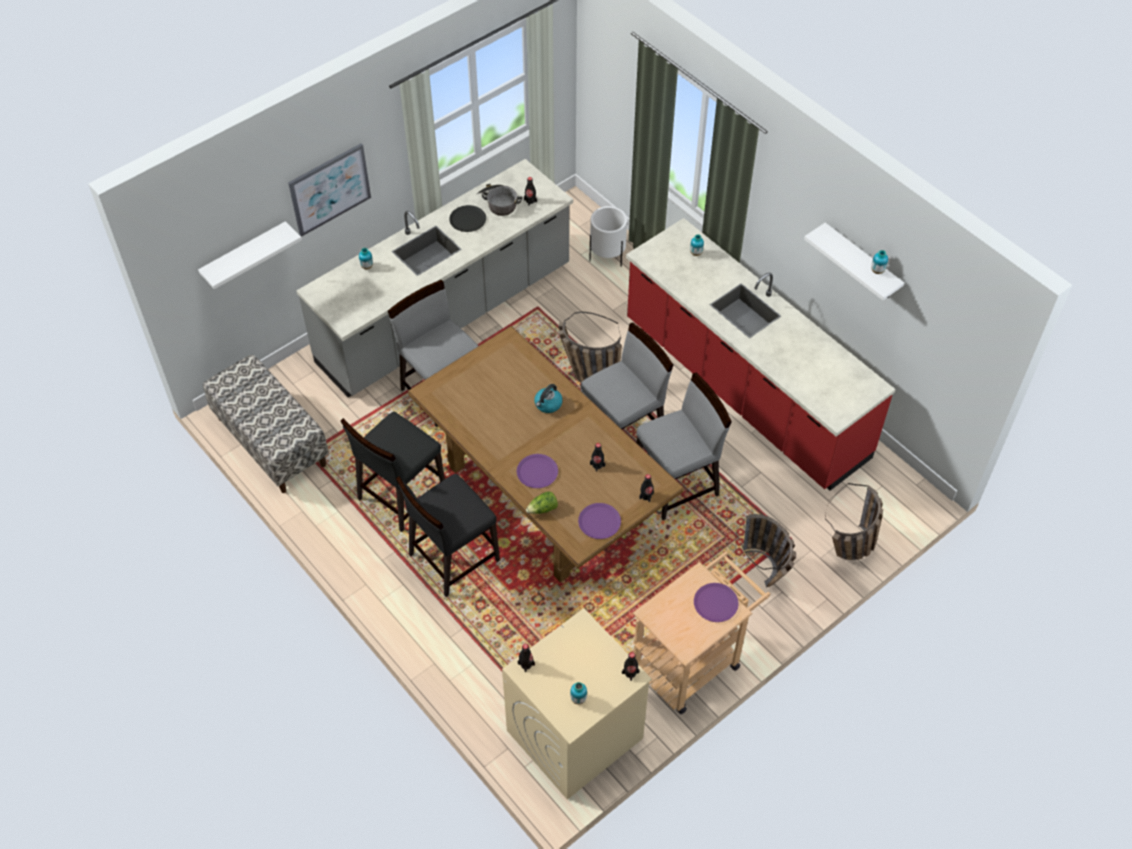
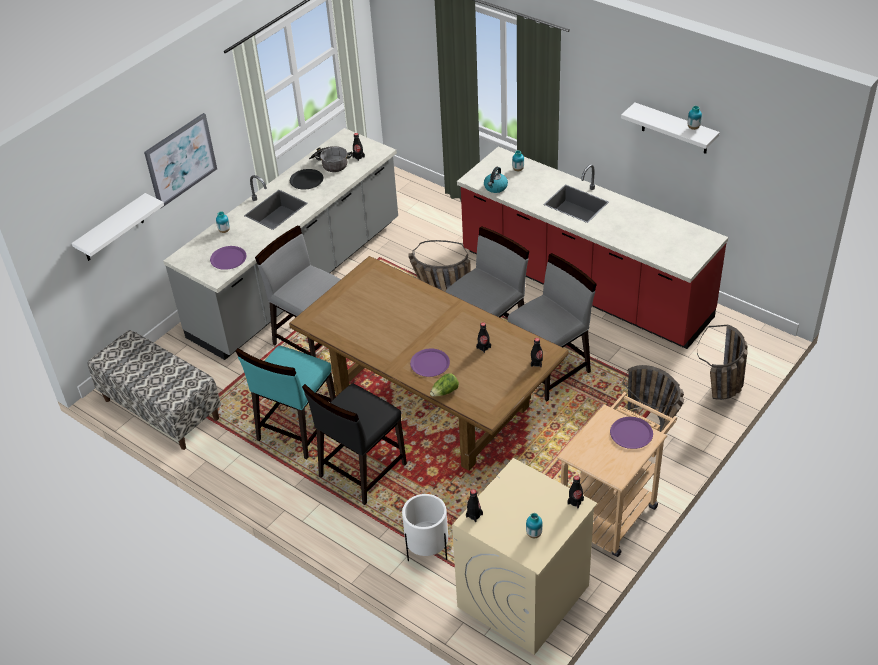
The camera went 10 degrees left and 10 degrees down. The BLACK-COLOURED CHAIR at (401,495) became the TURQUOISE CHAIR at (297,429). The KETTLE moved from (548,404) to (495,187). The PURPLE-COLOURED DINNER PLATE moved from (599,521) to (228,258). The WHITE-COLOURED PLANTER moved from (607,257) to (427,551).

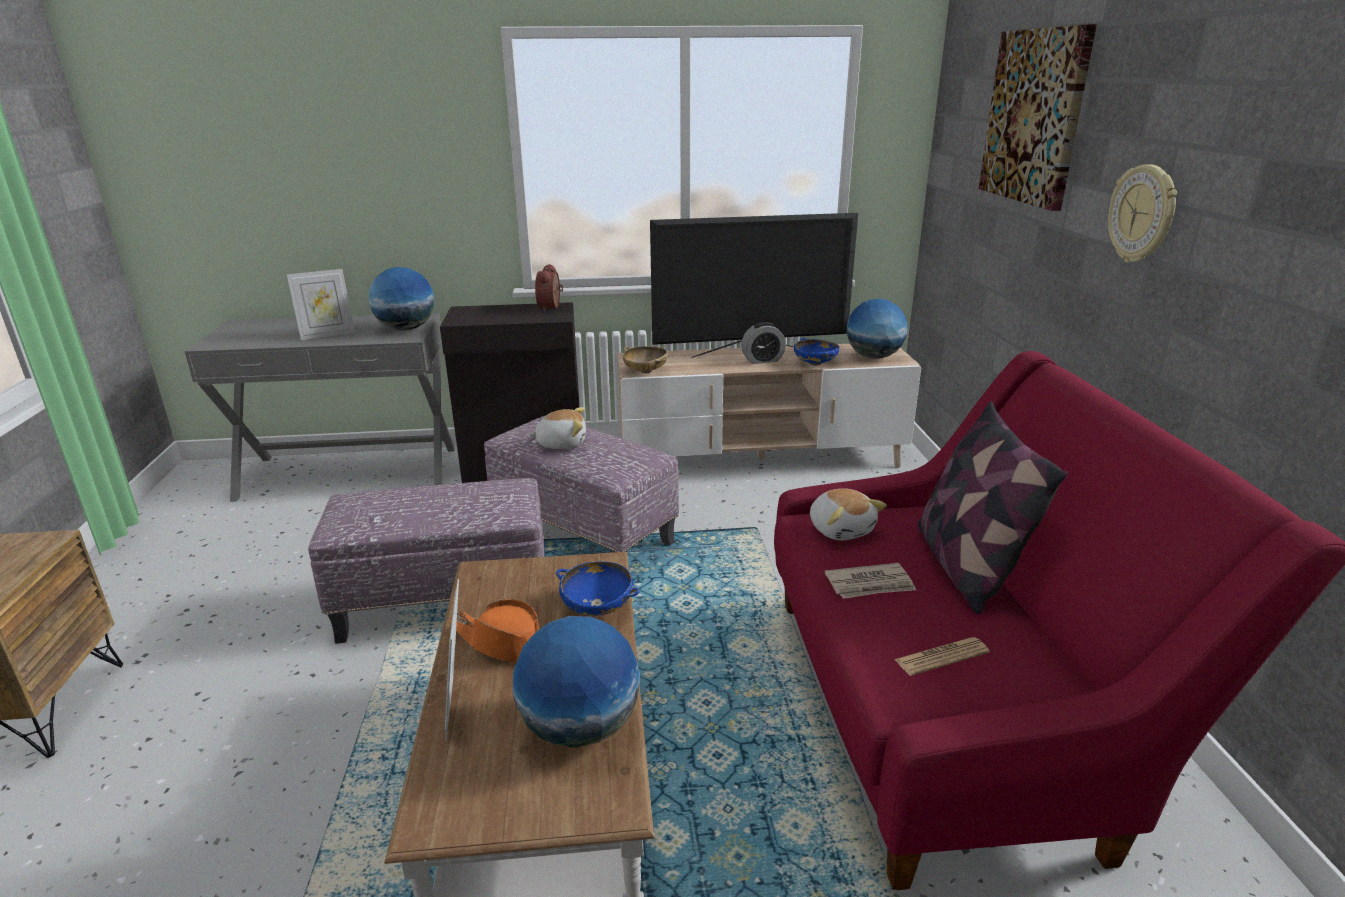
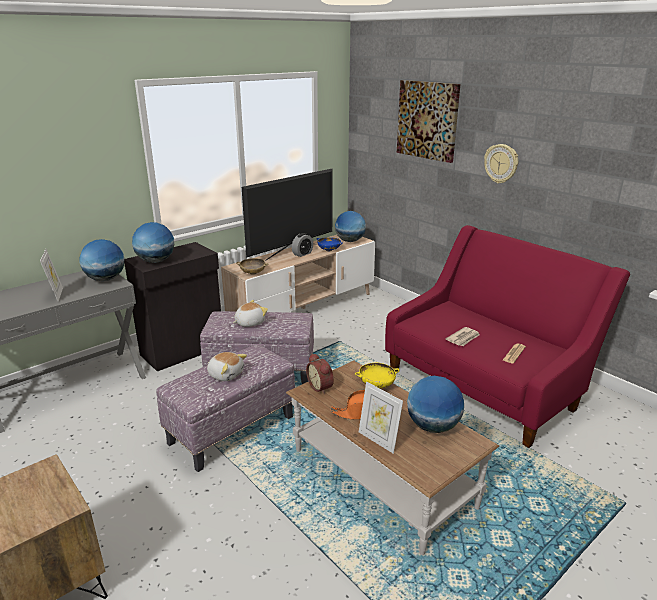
The camera went 35 degrees left and 0 degrees up. The PICTURE FRAME at (327,335) turned 45 degrees counterclockwise. The BEDSIDE CLOCK moved from (551,308) to (321,387). The BLUE BOWL at (597,607) became the YELLOW-COLOURED BOWL at (376,385). The SOFT TOY moved from (841,529) to (226,374). The THROW PILLOW at (966,566) disappeared. The WORLD GLOBE at (155,261) appeared.

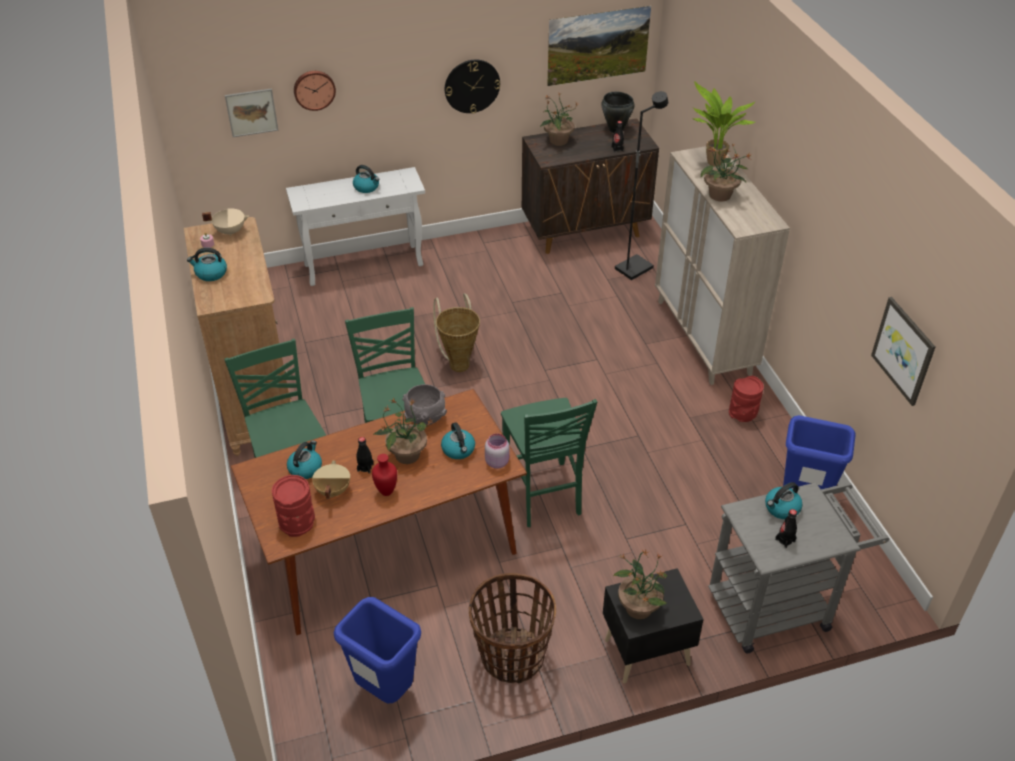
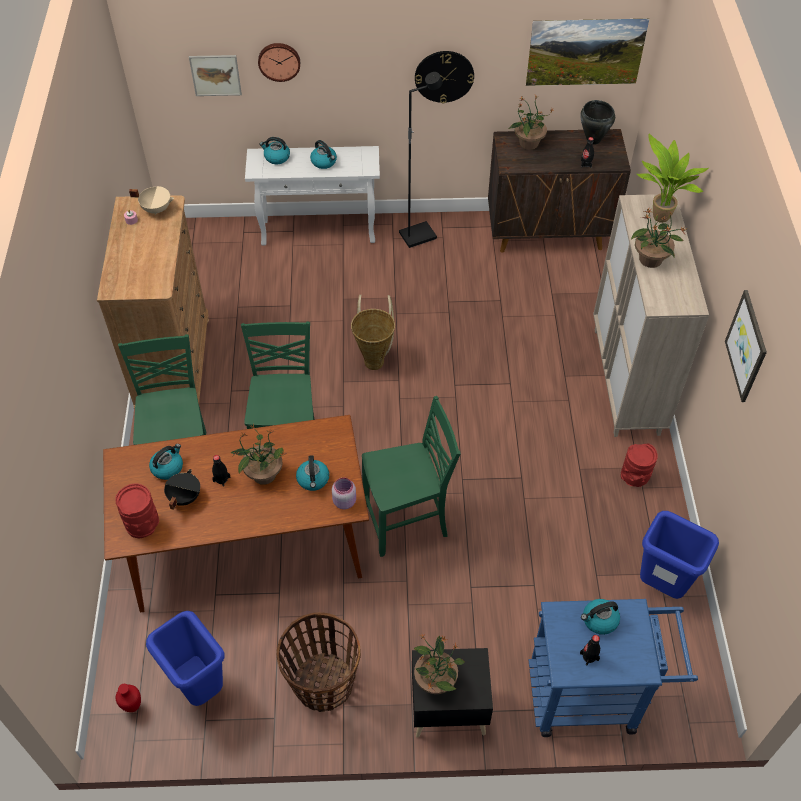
The camera went 15 degrees right and 10 degrees up. The KETTLE moved from (210,273) to (276,157). The BEIGE-COLOURED SAUCEPOT at (332,490) became the BLACK-COLOURED SAUCEPOT at (184,497). The REDDISH DECORATIVE VASE moved from (386,492) to (132,707). The GRAY BOWL at (426,418) disappeared. The GREENISH CHAIR at (543,495) turned 105 degrees counterclockwise. The BLACK-COLOURED FLOOR LAMP moved from (633,268) to (417,235). The GRAY CART at (779,606) became the BLUE CART at (594,695). The PICTURE moved from (904,350) to (747,346).

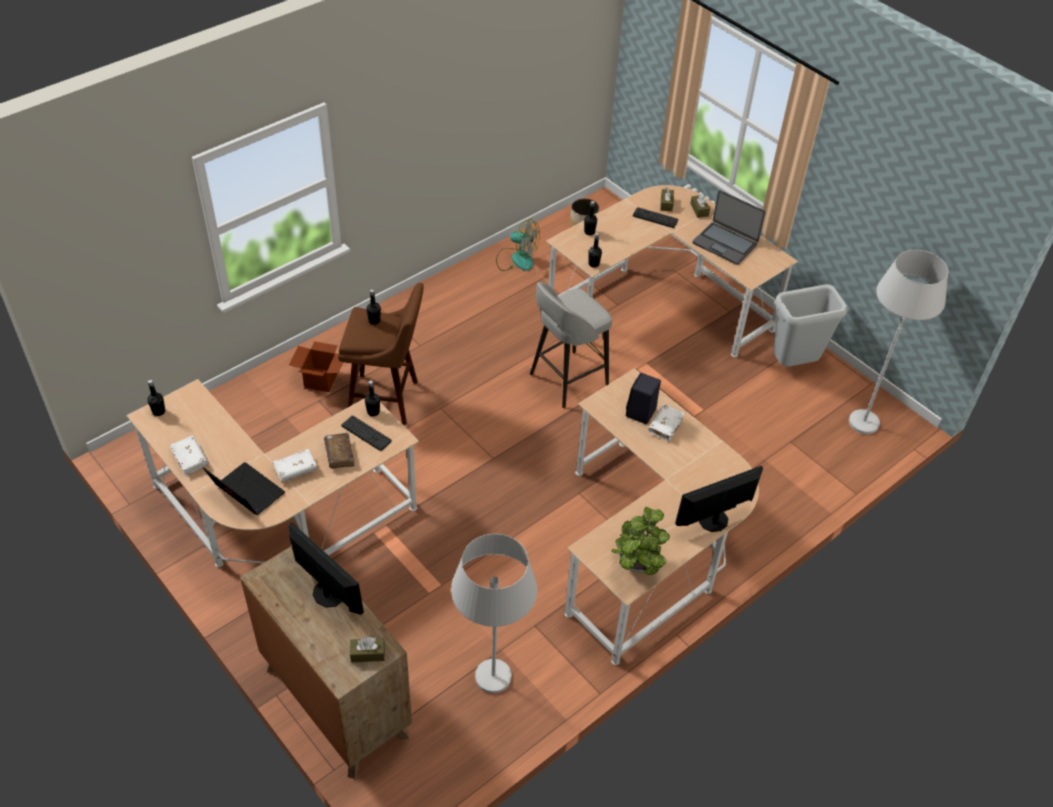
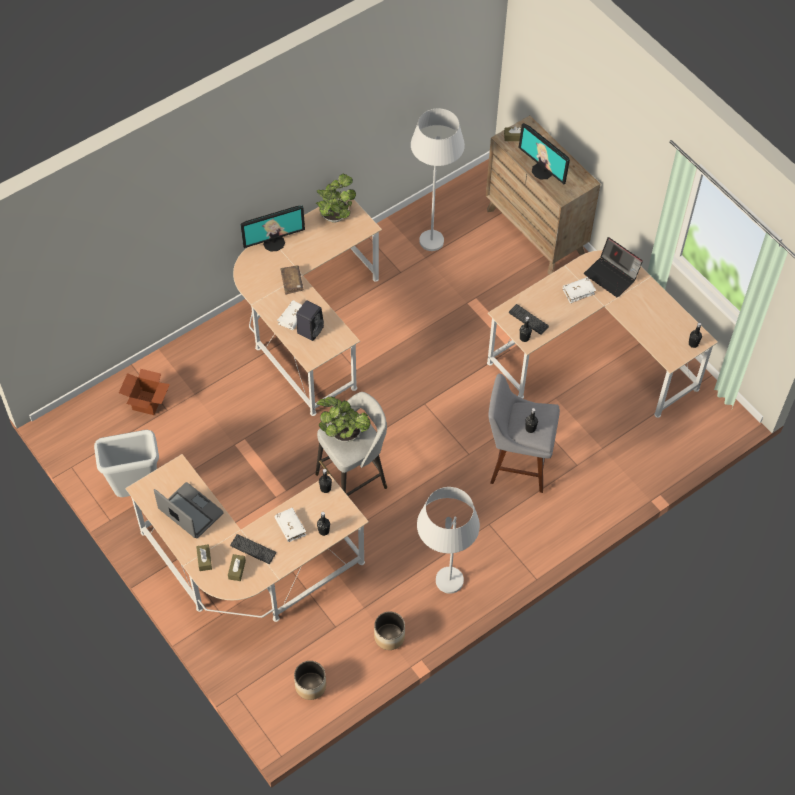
The camera went 175 degrees left and 10 degrees up. The WHITE-COLOURED VOLUME moved from (190,459) to (290,527). The CARTON moved from (321,380) to (147,402). The BROWN-COLOURED VOLUME moved from (339,454) to (292,282). The BROWN-COLOURED STOOL SEAT at (387,399) became the GRAY STOOL SEAT at (516,464). The ELECTRIC FAN at (516,259) was replaced by the PLANTER at (389,637). The WHITE-COLOURED FLOOR LAMP moved from (867,411) to (442,593). The HOUSEPLANT at (343,433) appeared.

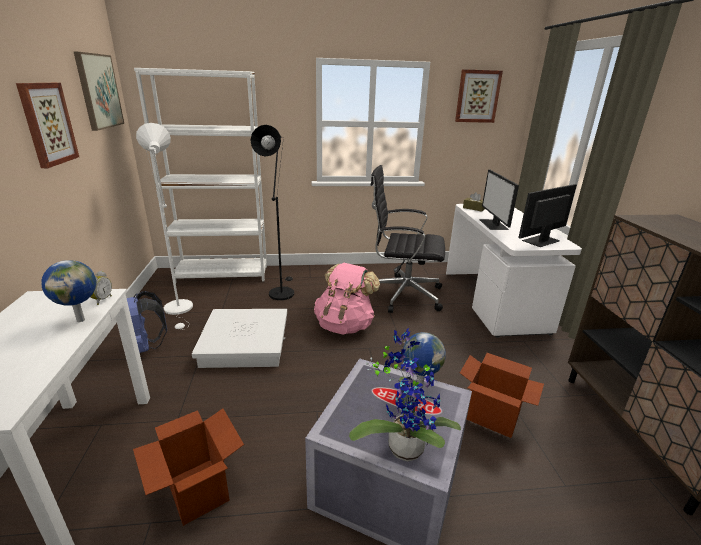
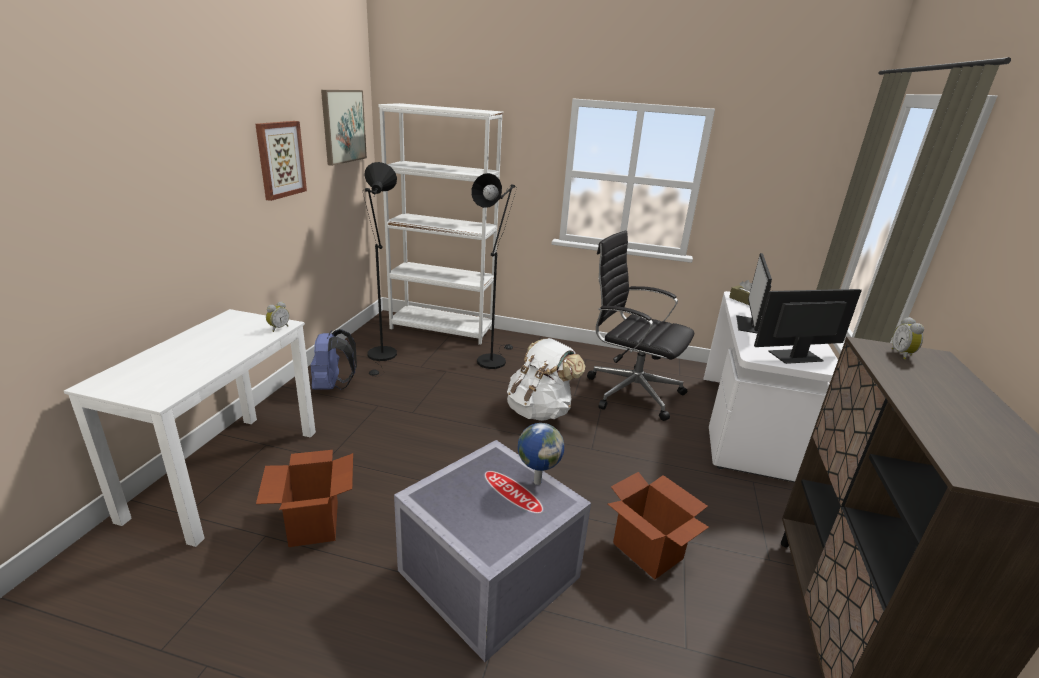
The camera went 20 degrees right and 0 degrees up. The WORLD GLOBE at (81,319) disappeared. The WHITE-COLOURED FLOOR LAMP at (180,310) became the BLACK-COLOURED FLOOR LAMP at (382,357). The WHITE-COLOURED STORAGE BOX at (245,344) disappeared. The PINK BACKPACK at (345,325) became the WHITE-COLOURED BACKPACK at (540,410). The HOUSEPLANT at (403,444) disappeared. The PICTURE at (477,96) disappeared. The BEDSIDE CLOCK at (902,354) appeared.

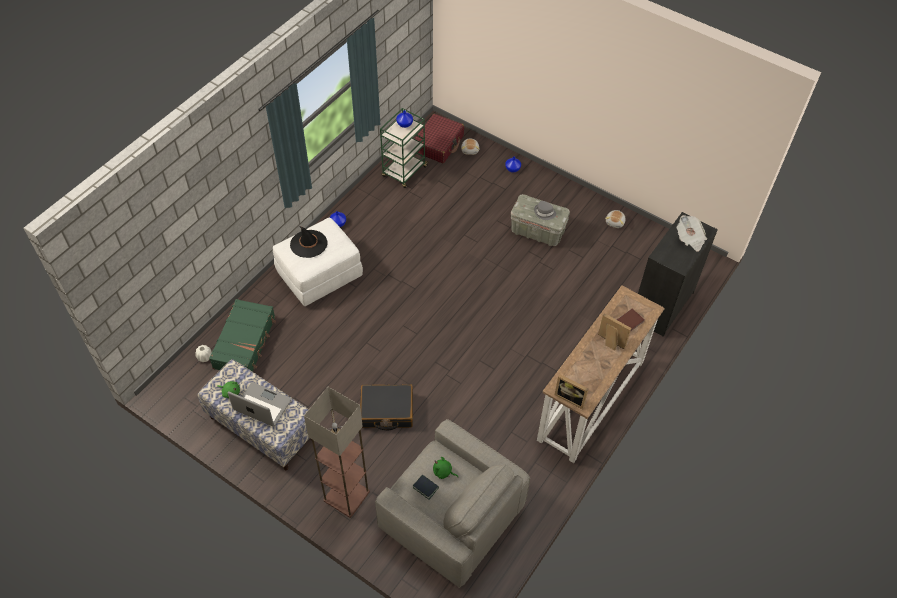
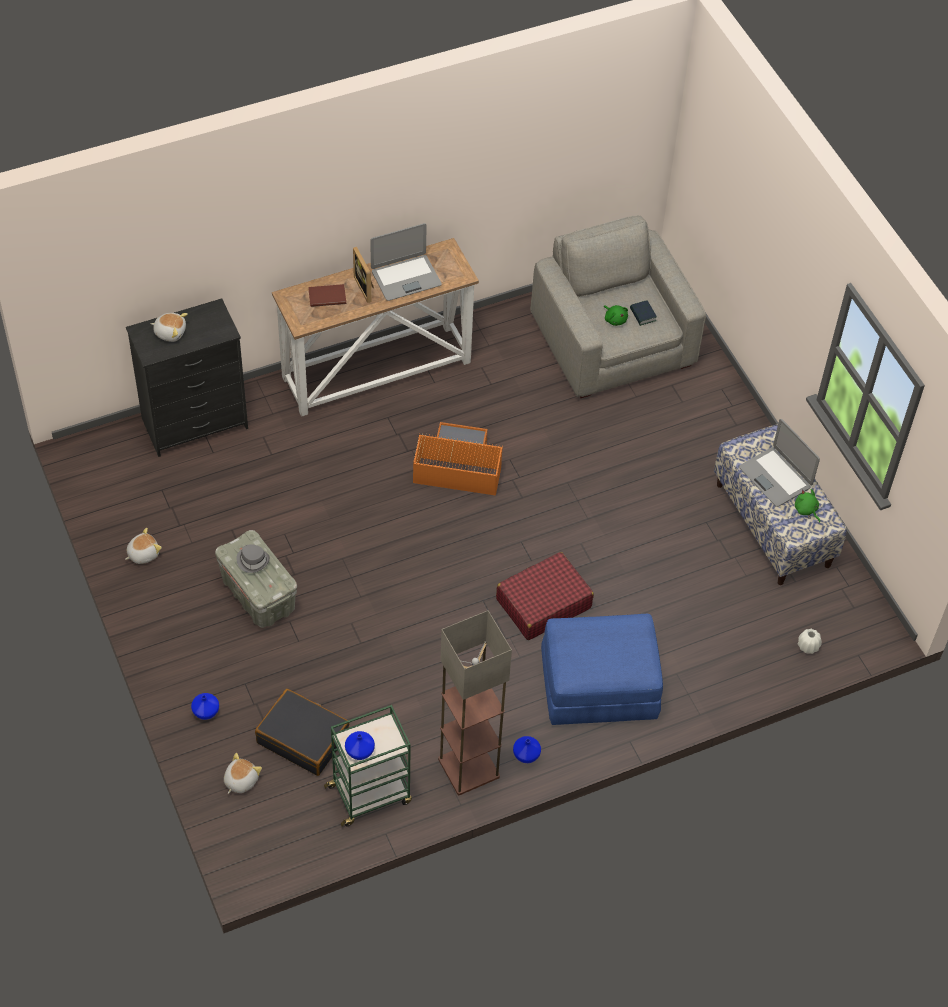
The camera went 150 degrees left and 0 degrees up. The GREENISH TRAVEL CASE at (245,342) disappeared. The WHITE-COLOURED FOOTREST at (319,274) became the BLUE FOOTREST at (598,687). The BLACK-COLOURED WEARABLE HAT at (308,244) disappeared. The FLOOR LAMP moved from (346,495) to (468,769). The BLACK-COLOURED TRAVEL CASE moved from (387,411) to (303,738). The REDDISH TRAVEL CASE moved from (438,144) to (543,603). The PICTURE FRAME at (570,398) disappeared. The PRINTED PAPER at (690,239) was replaced by the SOFT TOY at (170,332). The NOTEBOOK COMPUTER at (406,278) appeared. The ORANGE STORAGE BOX at (457,467) appeared.

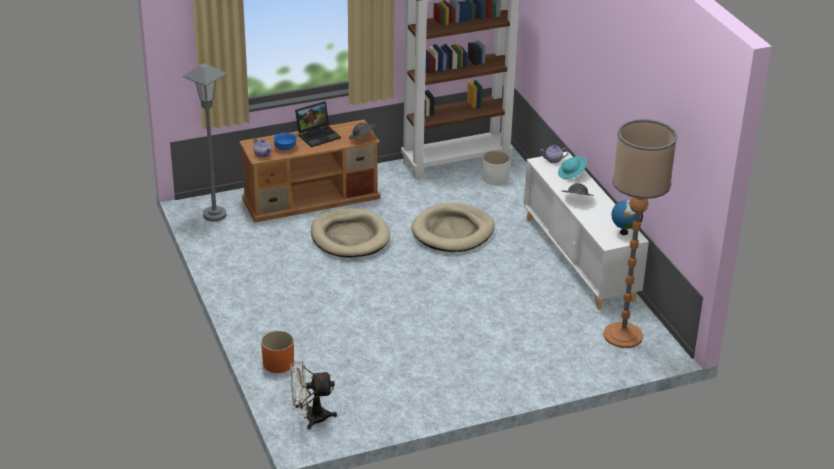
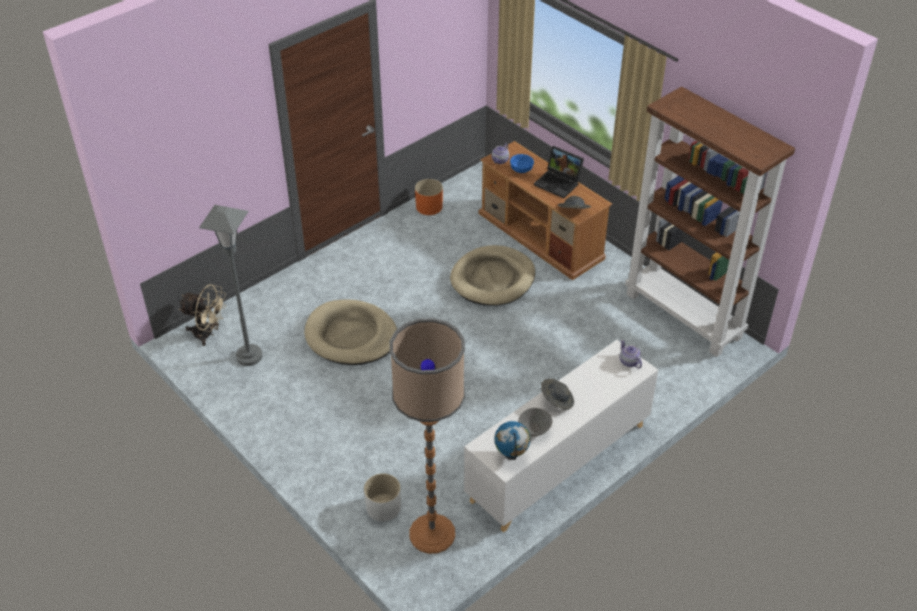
The camera went 70 degrees right and 10 degrees up. The GRAY FLOOR LAMP moved from (214,215) to (249,356). The ORANGE PLANTER moved from (278,363) to (429,207). The BEIGE-COLOURED ELECTRIC FAN at (310,417) turned 135 degrees clockwise. The BEIGE-COLOURED PET BED moved from (453,231) to (351,336). The WHITE-COLOURED PLANTER moved from (495,178) to (383,507). The TURQUOISE WEARABLE HAT at (571,174) disappeared. The GRAY BOWL at (534,430) appeared.

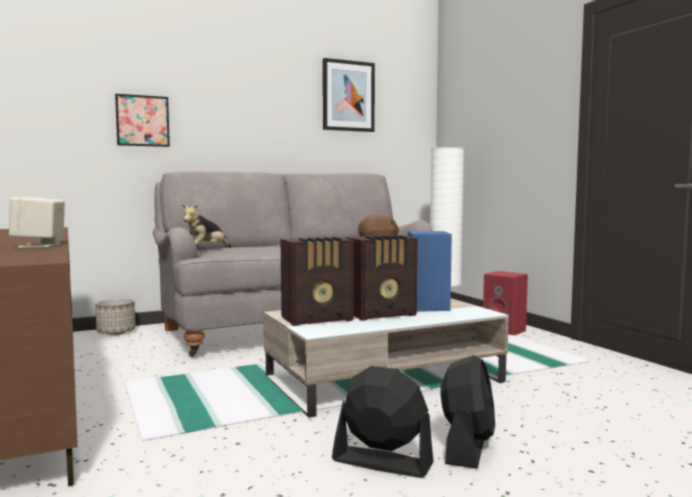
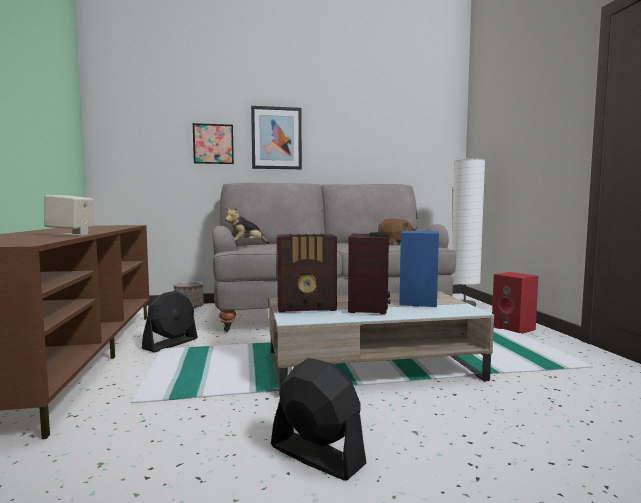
The camera went 15 degrees right and 0 degrees up. The PICTURE moved from (348,96) to (276,138). The RADIO at (382,314) turned 75 degrees counterclockwise. The BLACK-COLOURED ELECTRIC FAN moved from (467,447) to (171,344).

